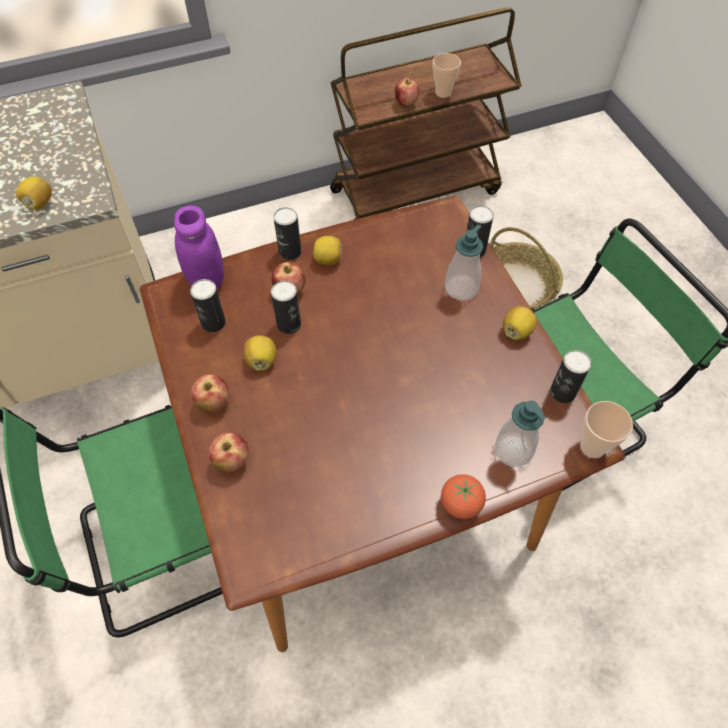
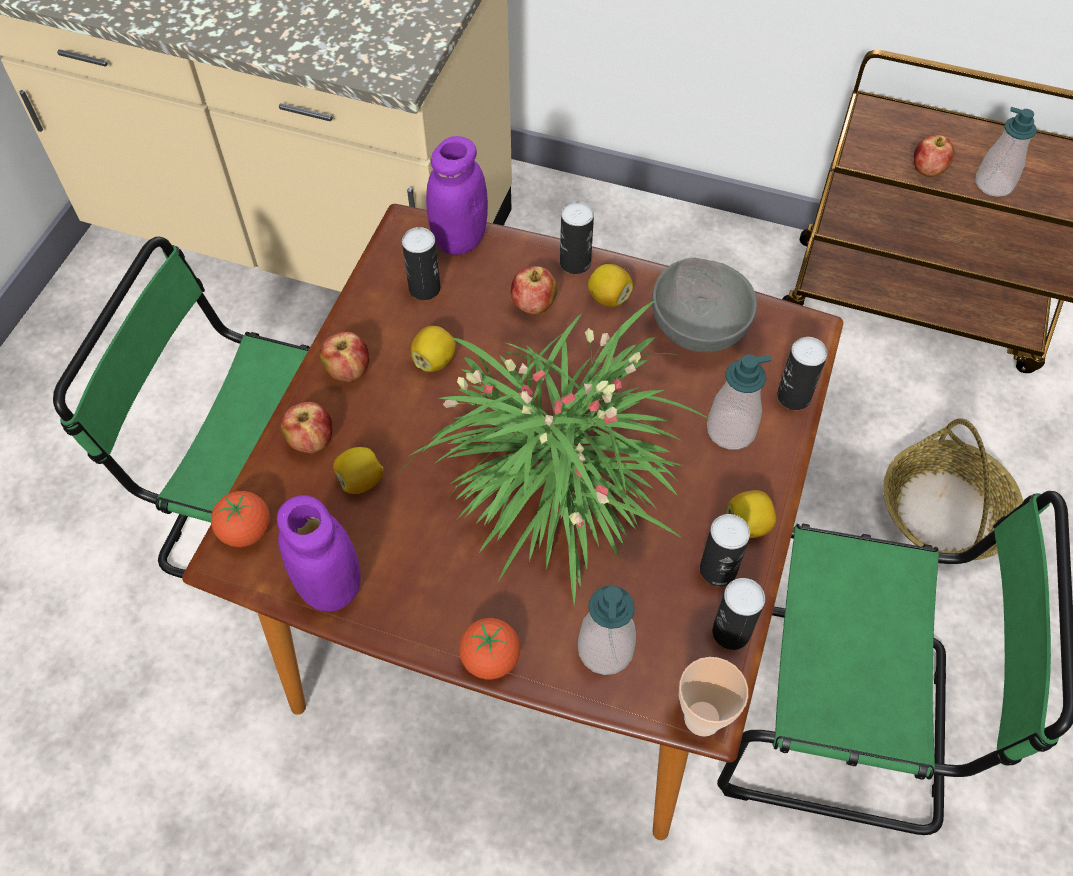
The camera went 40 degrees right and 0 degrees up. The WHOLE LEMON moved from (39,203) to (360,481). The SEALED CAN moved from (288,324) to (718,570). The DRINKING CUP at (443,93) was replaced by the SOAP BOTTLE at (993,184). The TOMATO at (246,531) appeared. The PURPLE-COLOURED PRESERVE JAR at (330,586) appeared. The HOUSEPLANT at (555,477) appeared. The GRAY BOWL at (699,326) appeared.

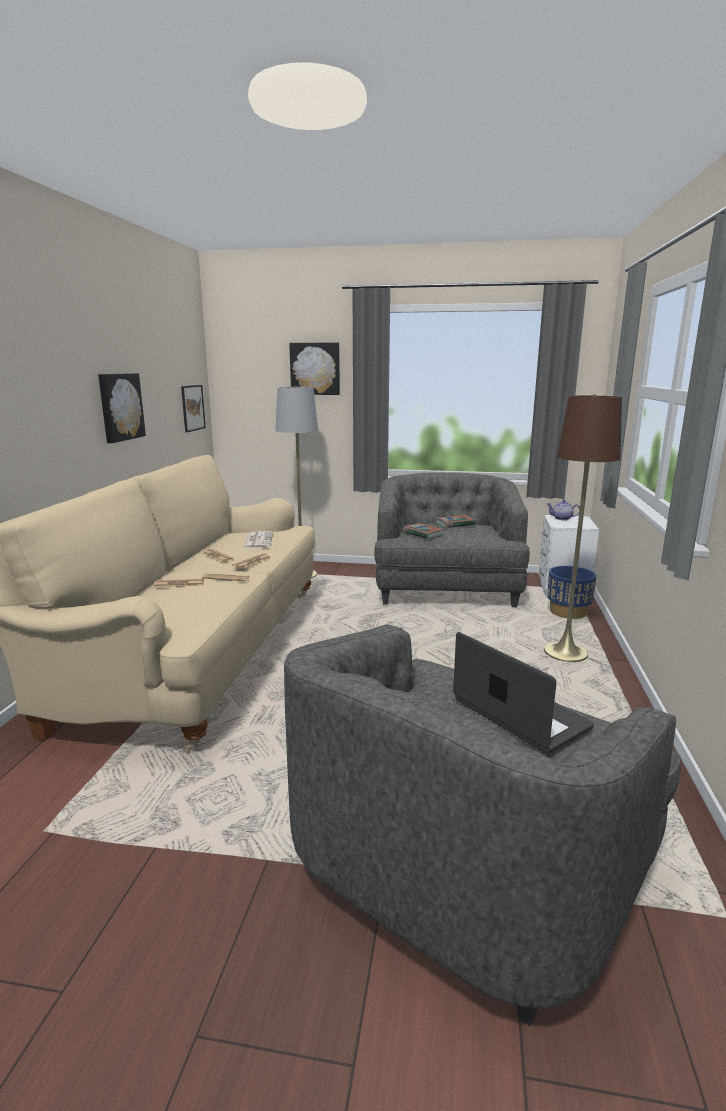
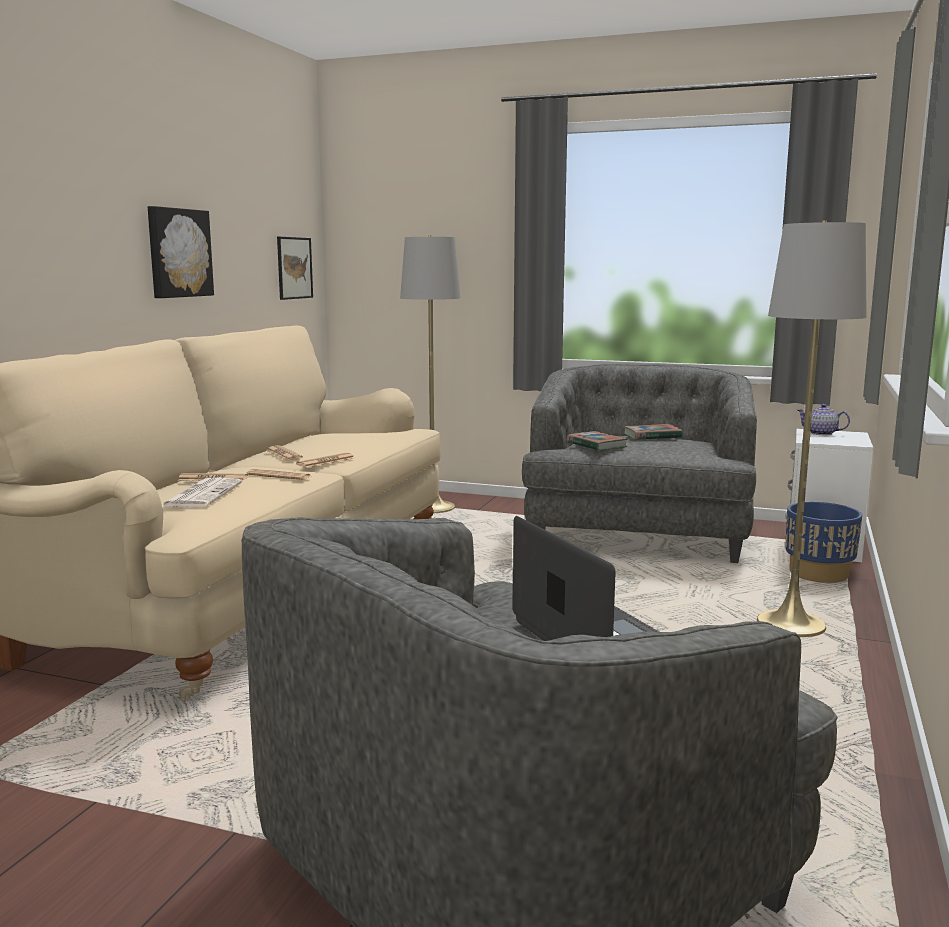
The camera went 10 degrees right and 5 degrees down. The PRINTED PAPER moved from (258,541) to (202,494). The PICTURE at (315,369) disappeared. The BROWN-COLOURED FLOOR LAMP at (565,652) became the GRAY FLOOR LAMP at (790,624).

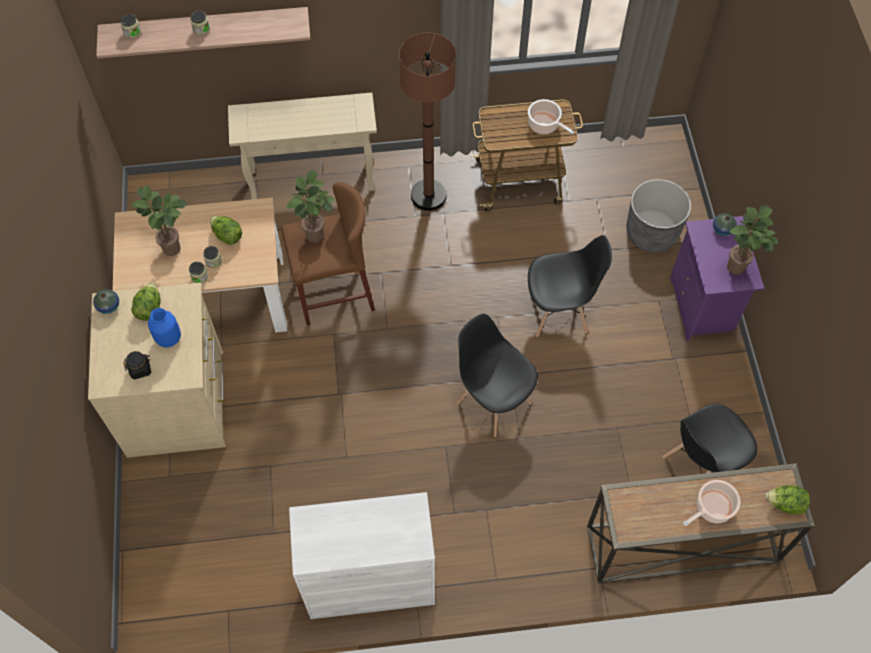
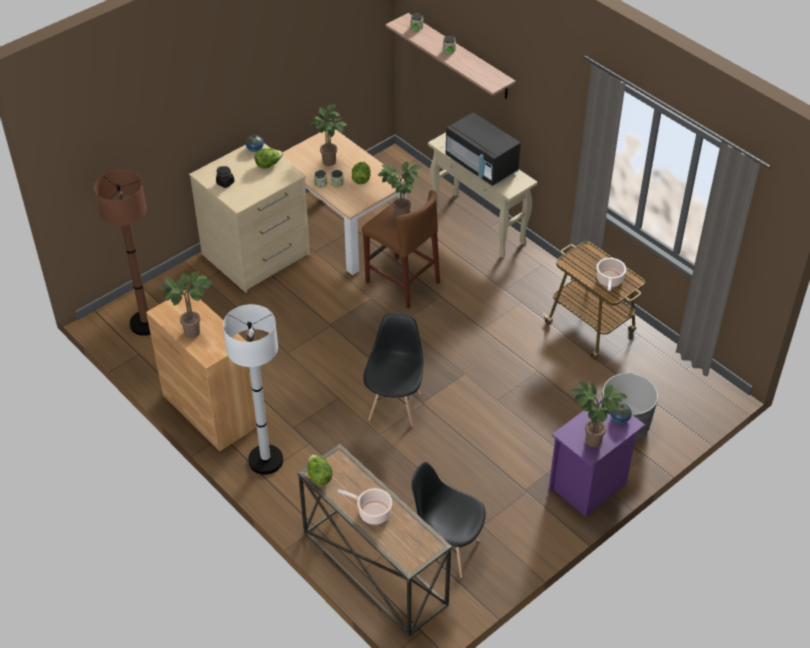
The camera went 55 degrees right and 15 degrees down. The BLUE DECORATIVE VASE at (168,338) disappeared. The WHITE-COLOURED STORAGE CABINET at (370,581) became the BROWN-COLOURED STORAGE CABINET at (210,410). The BROWN-COLOURED FLOOR LAMP moved from (428,196) to (146,324). The BLACK-COLOURED CHAIR at (559,312) disappeared. The LETTUCE HEAD moved from (785,504) to (319,476). The HOUSEPLANT at (194,330) appeared. The WHITE-COLOURED FLOOR LAMP at (265,460) appeared. The BLACK-COLOURED MICROWAVE at (481,165) appeared.

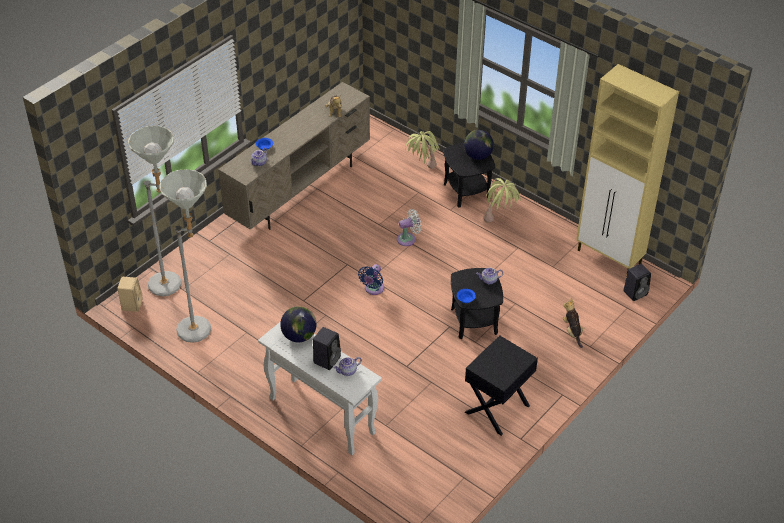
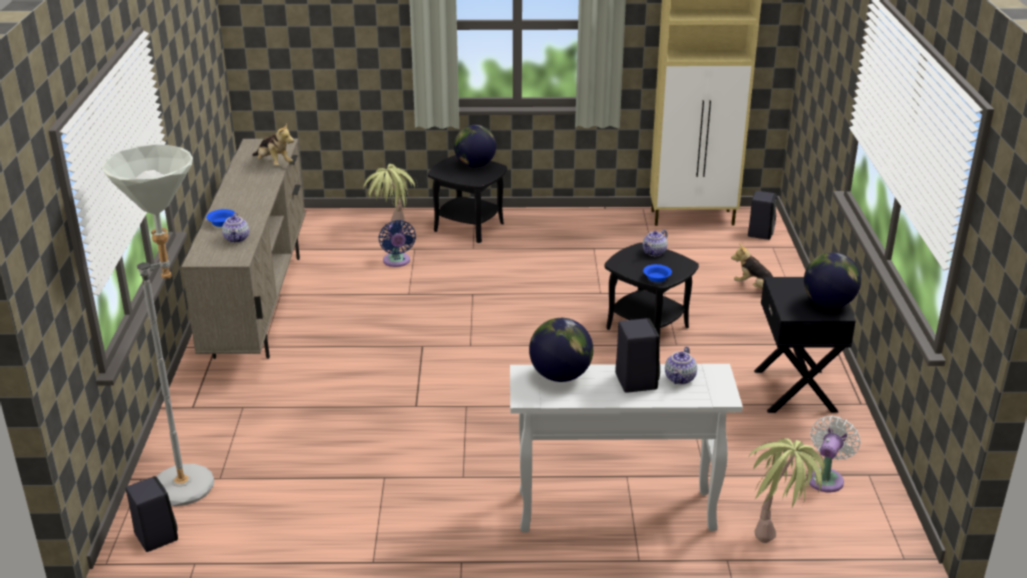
The camera went 40 degrees left and 15 degrees down. The BEIGE-COLOURED SPEAKER at (132,304) became the BLACK-COLOURED SPEAKER at (155,536). The GRAY FLOOR LAMP at (201,330) disappeared. The BLUE ELECTRIC FAN moved from (373,289) to (397,262). The WHITE-COLOURED ELECTRIC FAN moved from (408,239) to (826,478). The HOUSEPLANT moved from (500,220) to (780,528). The WORLD GLOBE at (828,303) appeared.

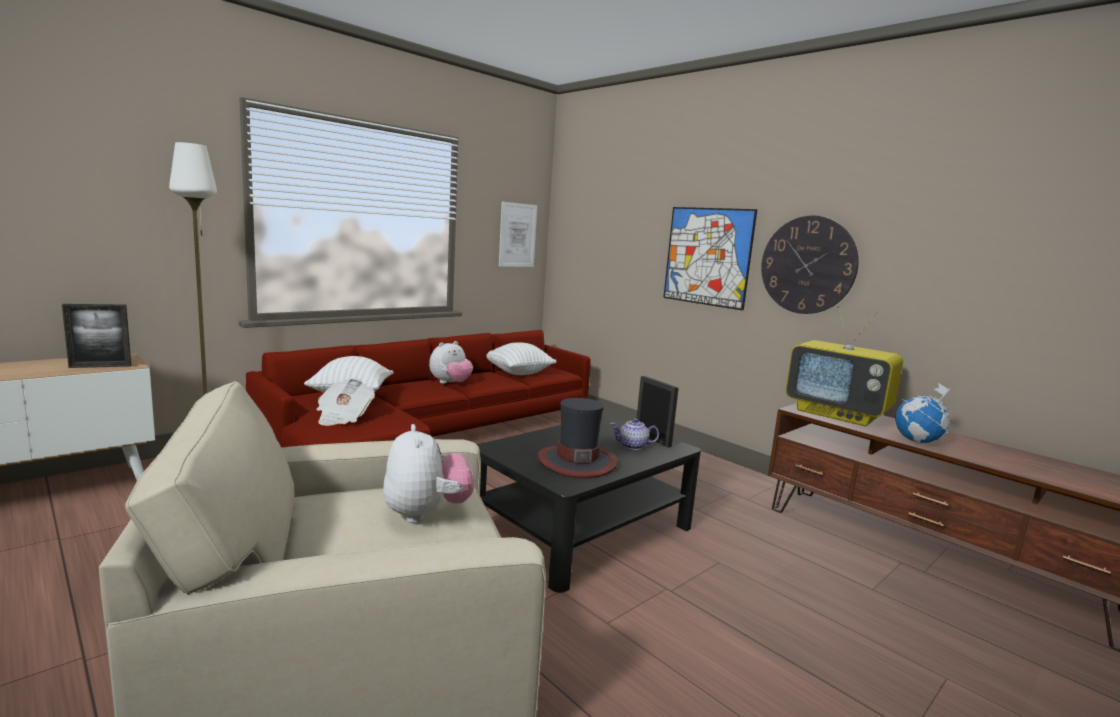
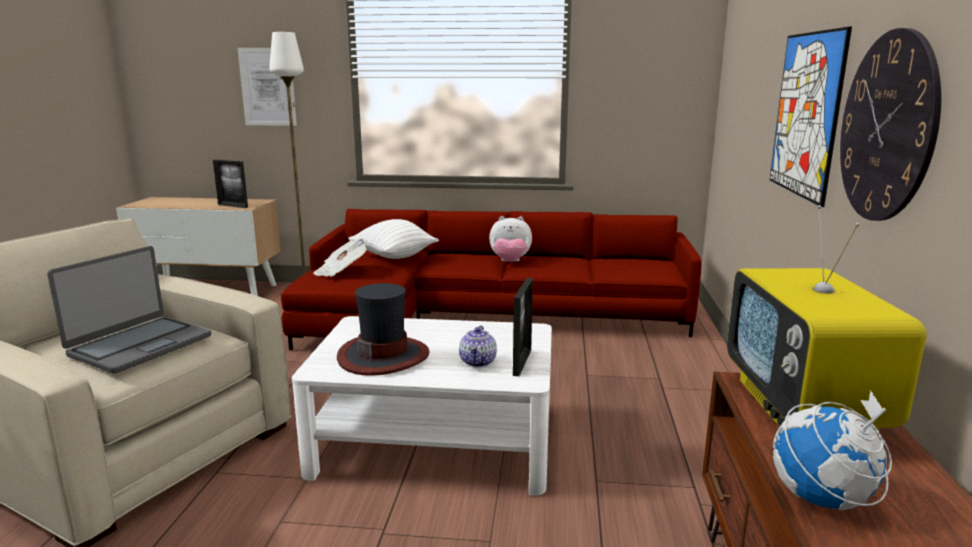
The camera went 50 degrees right and 5 degrees up. The SOFT TOY at (426,513) was replaced by the NOTEBOOK COMPUTER at (139,345). The BLACK-COLOURED COFFEE TABLE at (583,528) became the WHITE-COLOURED COFFEE TABLE at (435,441). The WHITE-COLOURED THROW PILLOW at (518,373) disappeared. The PICTURE moved from (517,235) to (267,87). The TEA POT at (633,446) turned 135 degrees counterclockwise.

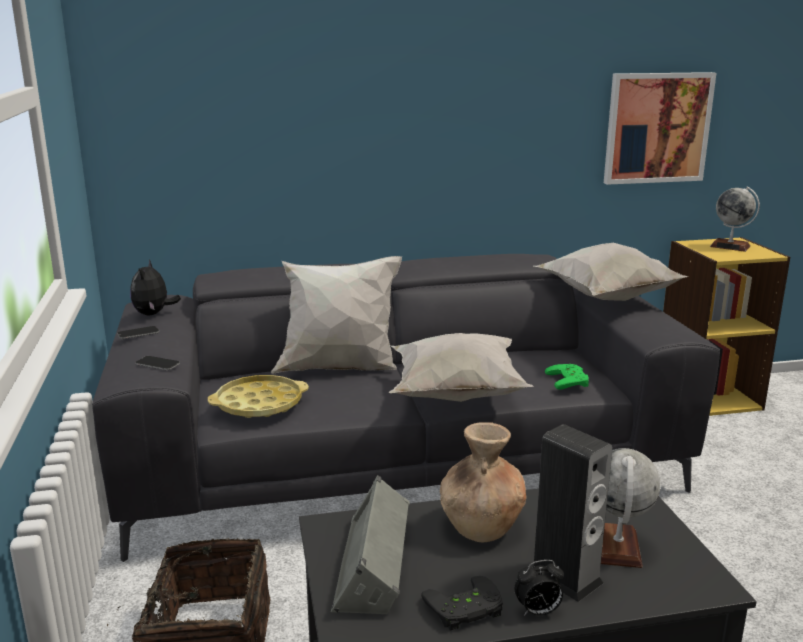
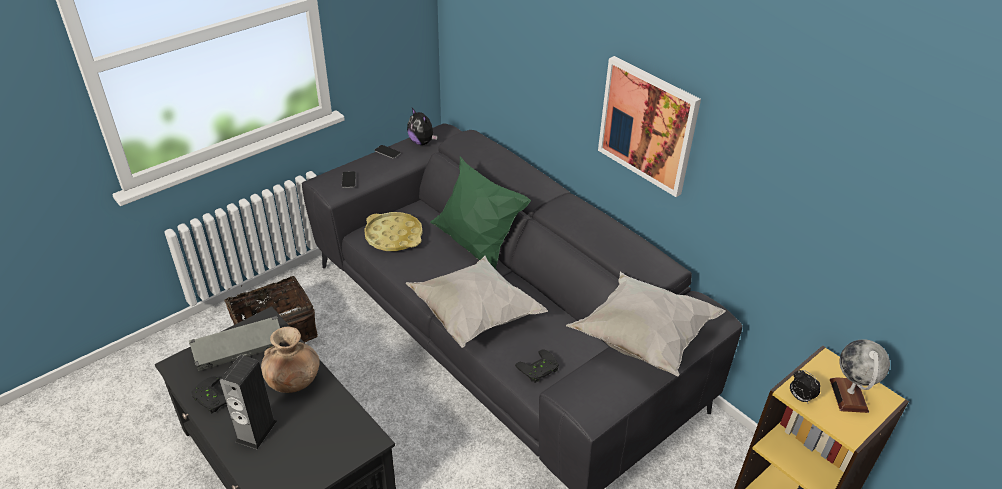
The camera went 60 degrees right and 20 degrees up. The SOFT TOY at (153,314) turned 105 degrees counterclockwise. The WHITE-COLOURED THROW PILLOW at (340,369) became the GREENISH THROW PILLOW at (476,248). The BEDSIDE CLOCK moved from (538,612) to (799,397). The GREENISH GAMEPAD at (570,380) became the BLACK-COLOURED GAMEPAD at (539,370). The WORLD GLOBE at (617,547) disappeared. The PICTURE moved from (657,128) to (648,125).

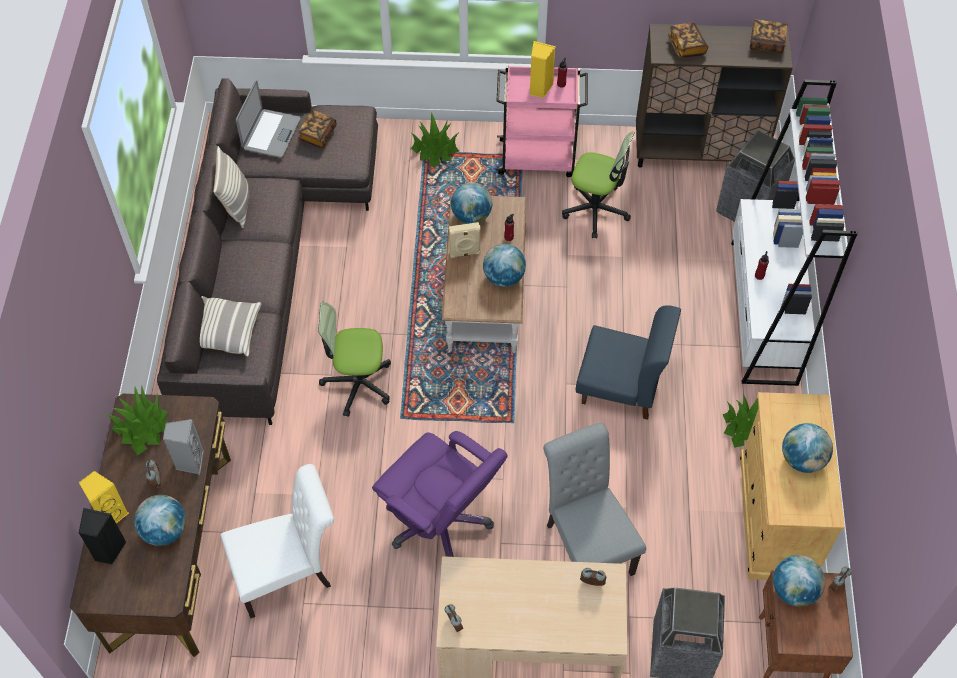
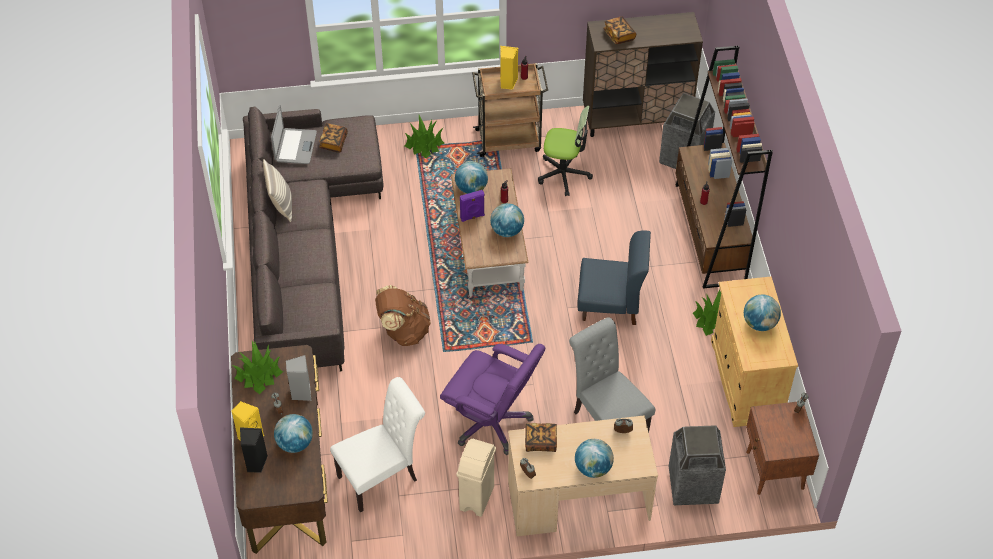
The camera went 10 degrees left and 5 degrees down. The THROW PILLOW at (226,332) disappeared. The DESK CHAIR at (357,383) was replaced by the BROWN-COLOURED BACKPACK at (403,331). The BEIGE-COLOURED SPEAKER at (465,253) became the PURPLE-COLOURED SPEAKER at (472,217). The PINK CART at (538,158) became the BROWN-COLOURED CART at (509,140). The WHITE-COLOURED BOOKCASE at (763,312) became the BROWN-COLOURED BOOKCASE at (710,233). The VOLUME moved from (766,43) to (540,442). The WORLD GLOBE moved from (794,590) to (593,468). The BEIGE-COLOURED RUBBISH BIN at (476,498) appeared.

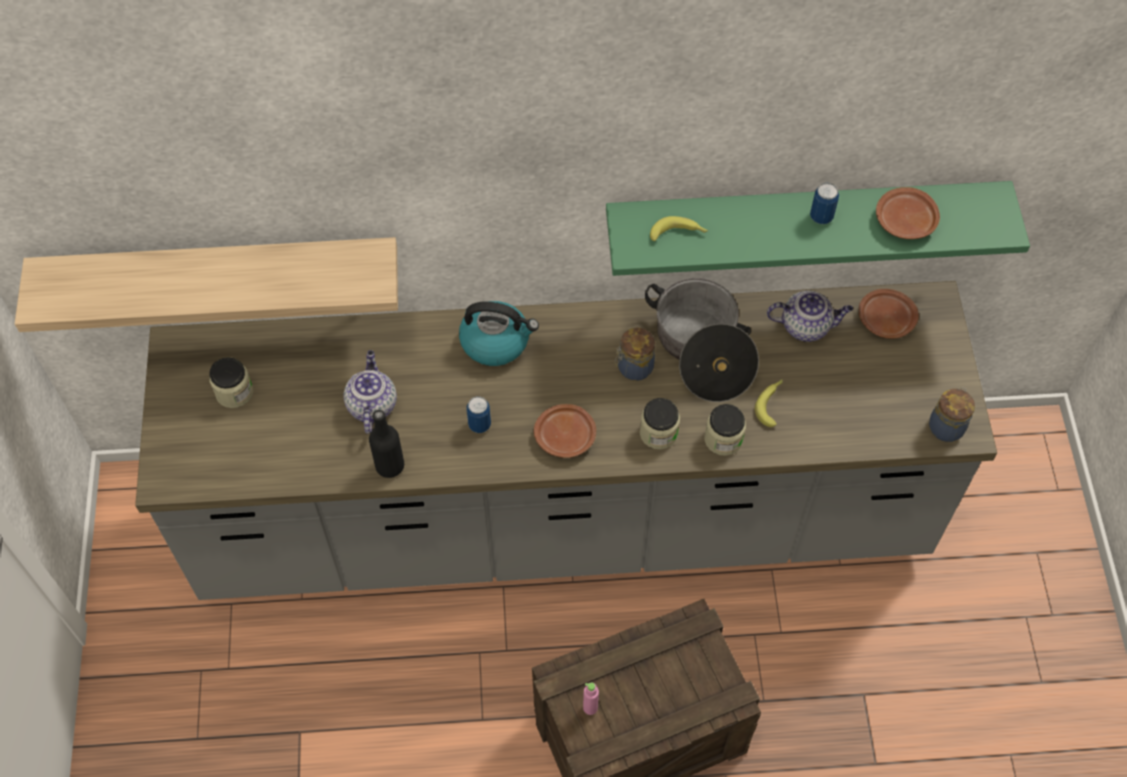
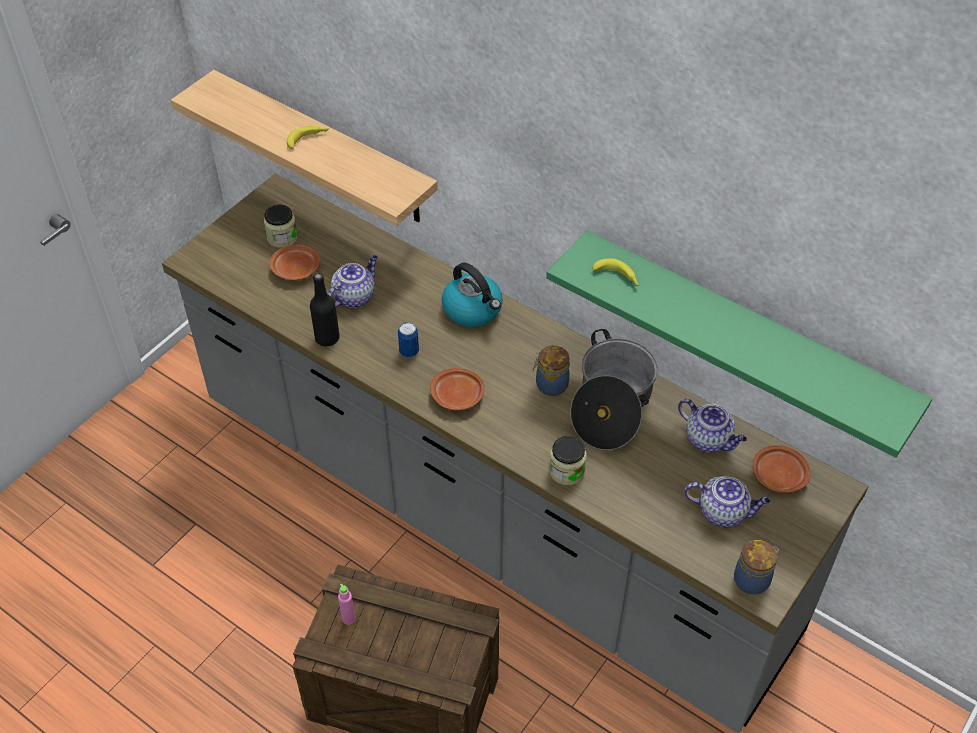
The camera went 40 degrees right and 10 degrees down. The PRESERVE JAR at (658,433) disappeared. The WHOLE BANANA moved from (771,404) to (308,139). The SEALED CAN at (821,216) disappeared. The BROWN-COLOURED DINNER PLATE moved from (905,221) to (295,269). The TEA POT at (723,512) appeared.

